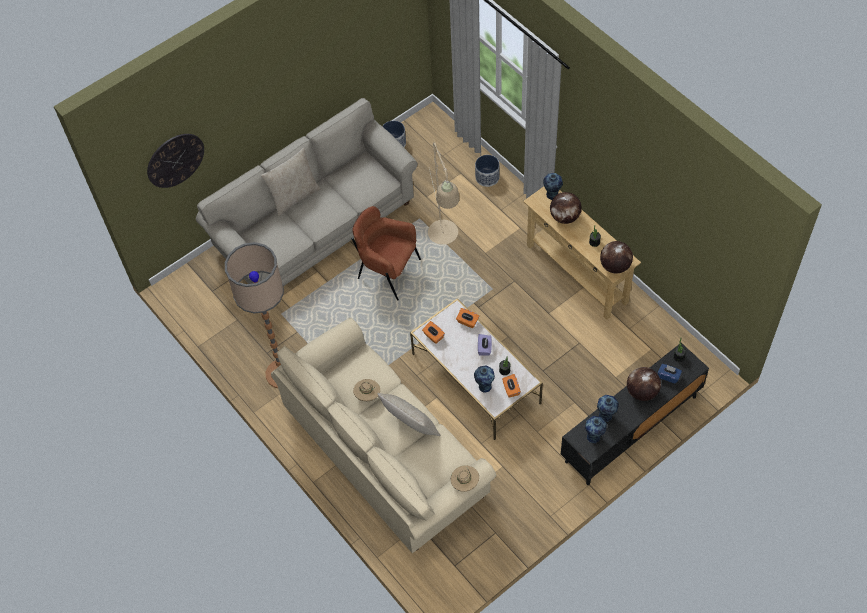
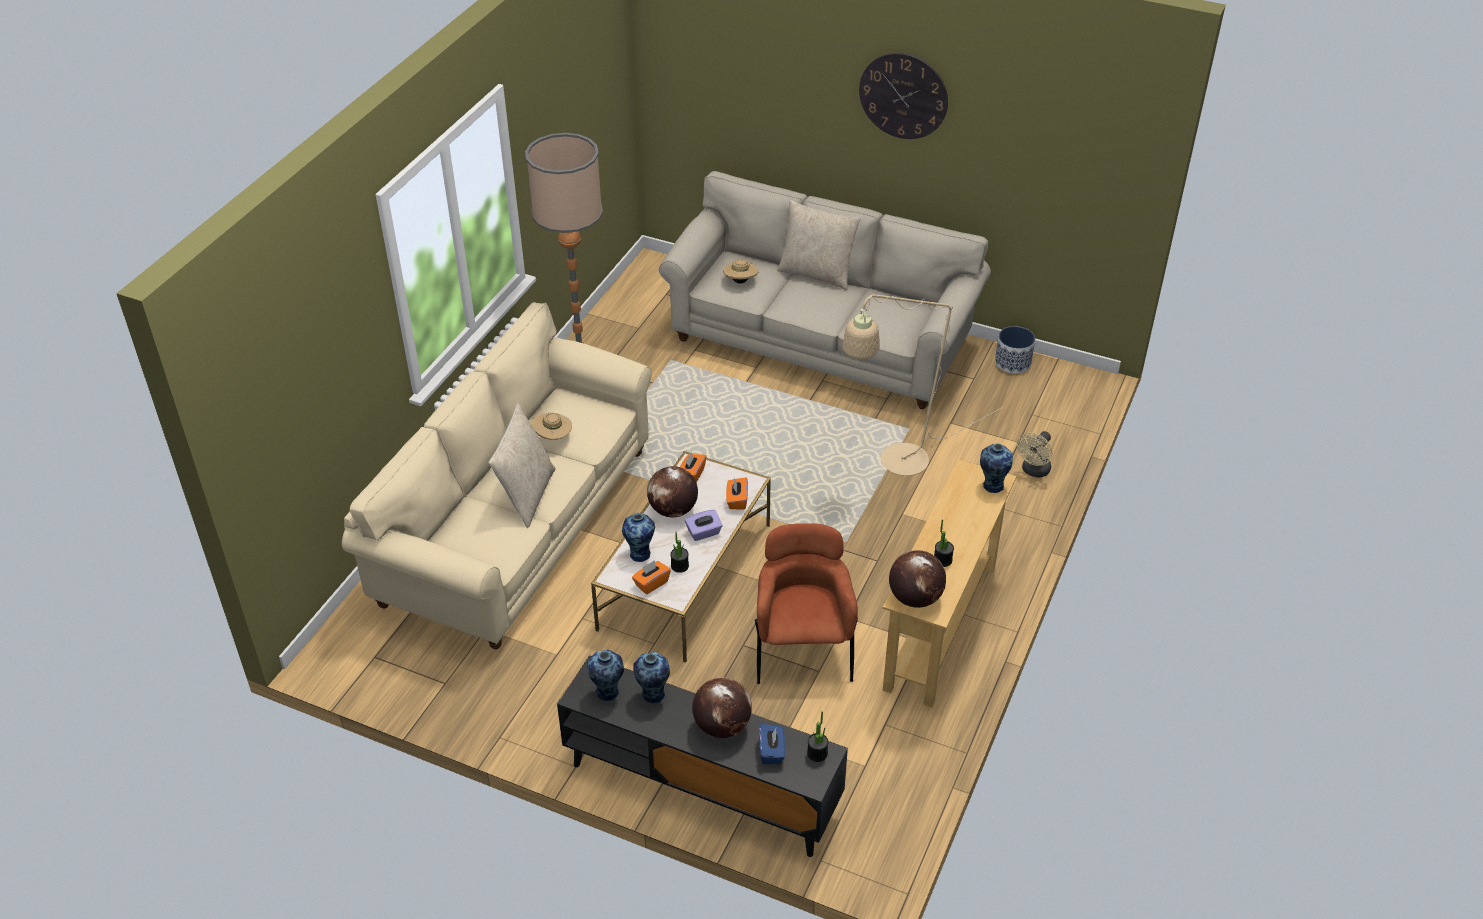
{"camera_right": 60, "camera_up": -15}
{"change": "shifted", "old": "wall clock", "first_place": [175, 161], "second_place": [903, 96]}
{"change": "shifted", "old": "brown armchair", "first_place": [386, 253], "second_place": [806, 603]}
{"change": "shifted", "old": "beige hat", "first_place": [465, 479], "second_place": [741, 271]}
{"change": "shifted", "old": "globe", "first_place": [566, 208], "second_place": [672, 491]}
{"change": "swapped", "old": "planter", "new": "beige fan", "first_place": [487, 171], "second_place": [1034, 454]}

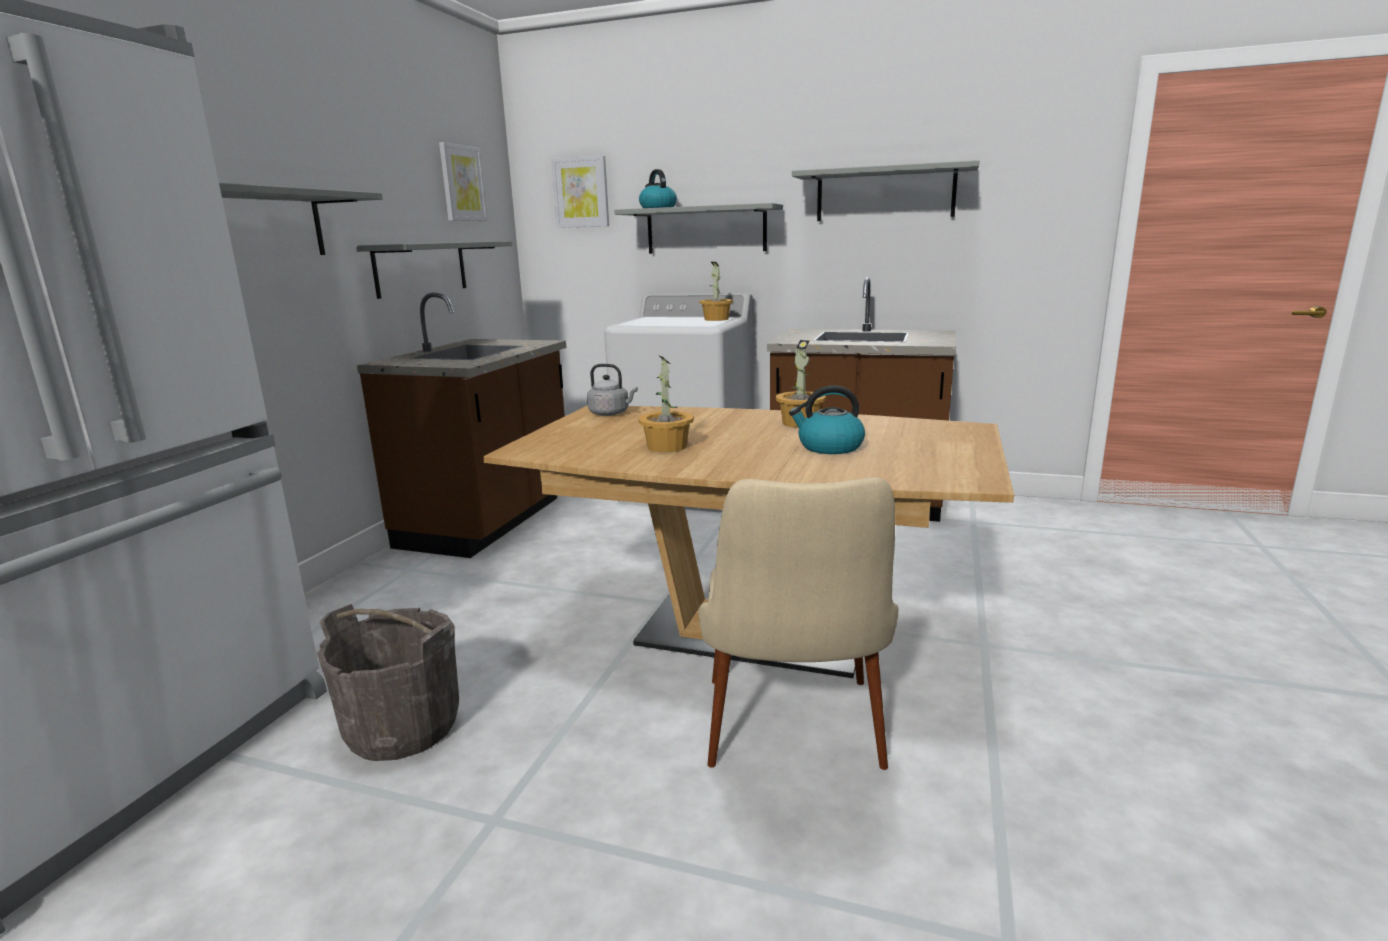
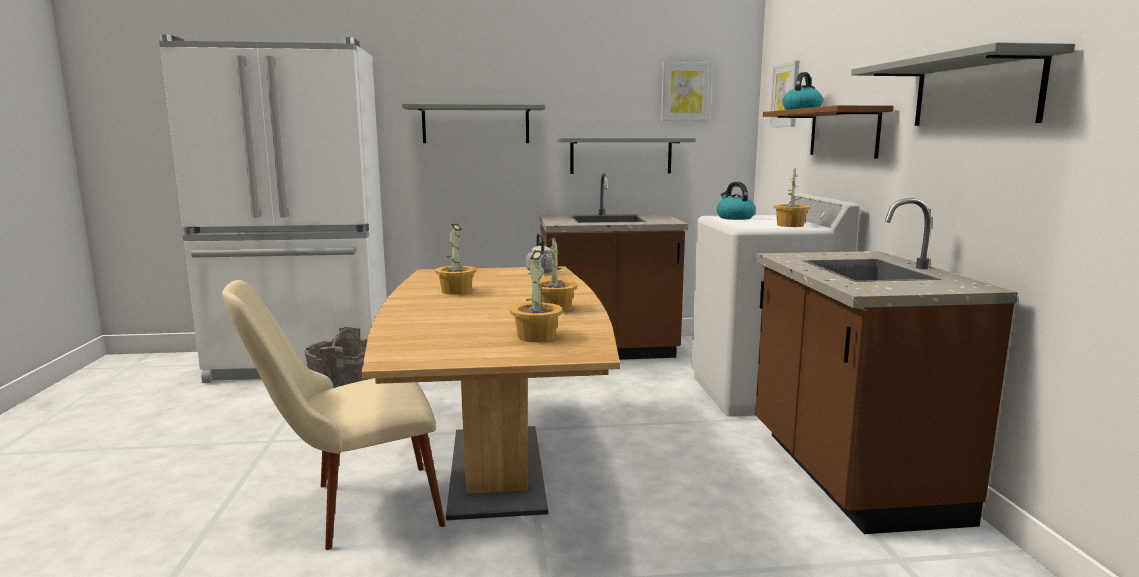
{"camera_right": 65, "camera_up": -5}
{"change": "new", "new": "potted plant", "second_place": [536, 296]}
{"change": "shifted", "old": "kettle", "first_place": [827, 419], "second_place": [736, 201]}
{"change": "repainted", "old": "grey shelf", "new": "brown shelf", "first_place": [698, 228], "second_place": [828, 132]}

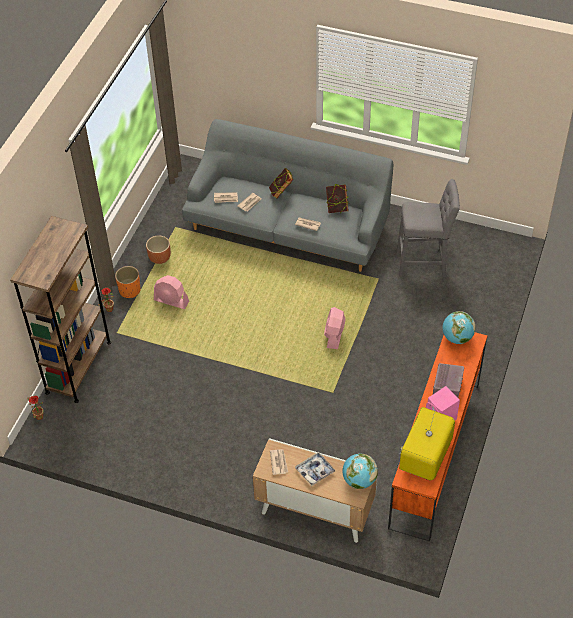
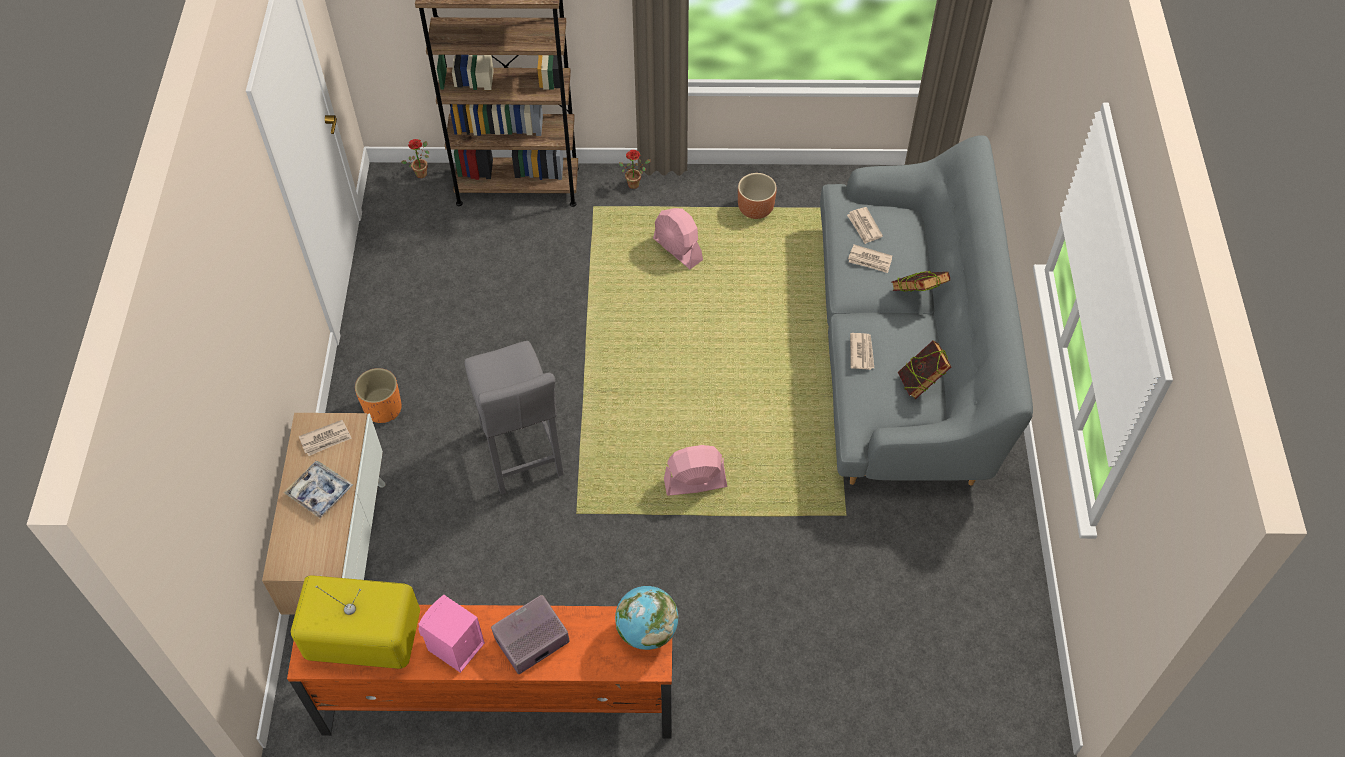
{"camera_right": 70, "camera_up": 5}
{"change": "gone", "old": "globe", "first_place": [360, 471]}
{"change": "shifted", "old": "orange planter", "first_place": [128, 282], "second_place": [378, 395]}
{"change": "shifted", "old": "grey stool", "first_place": [428, 228], "second_place": [514, 417]}
{"change": "rotated", "old": "pink fan", "first_place": [171, 292], "second_place": [678, 238], "degrees": -45}
{"change": "rotated", "old": "radio", "first_place": [448, 380], "second_place": [530, 634], "degrees": 150}

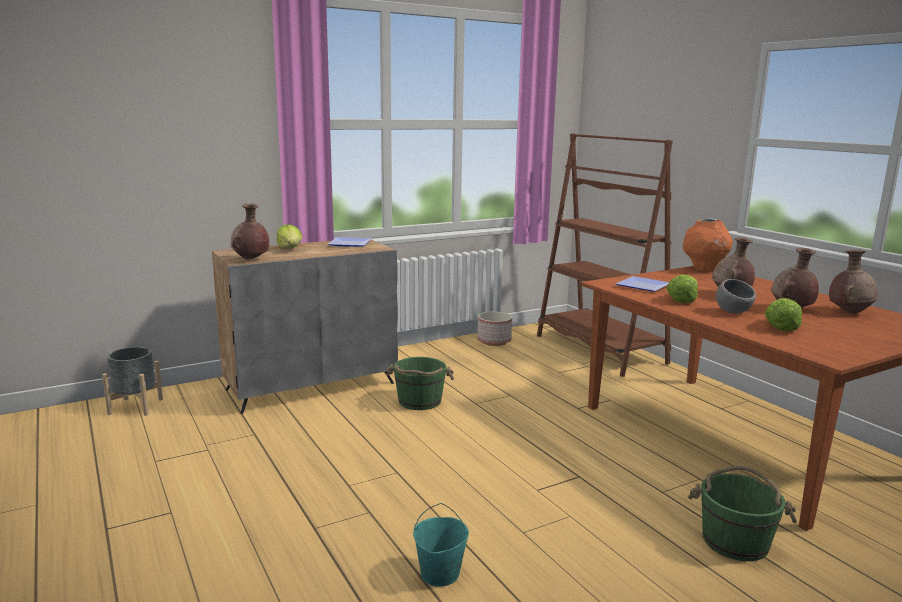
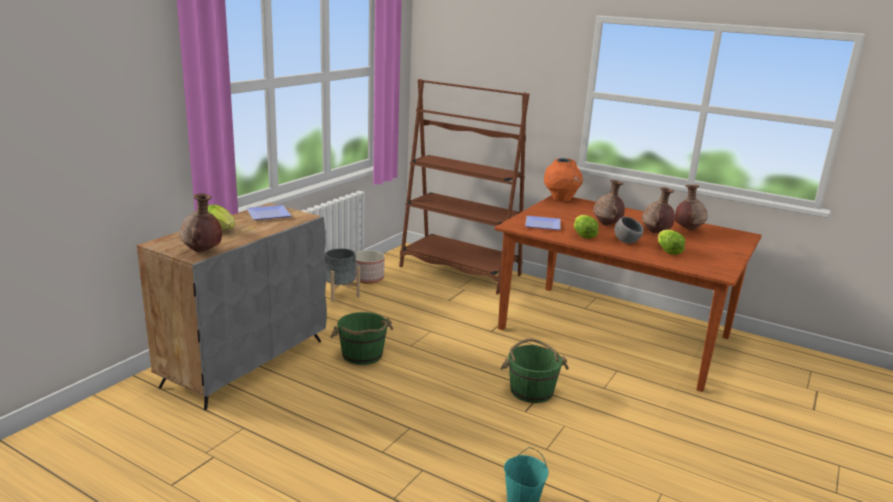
{"camera_right": -30, "camera_up": 5}
{"change": "shifted", "old": "grey planter", "first_place": [132, 381], "second_place": [342, 275]}
{"change": "shifted", "old": "green bucket", "first_place": [742, 513], "second_place": [534, 371]}

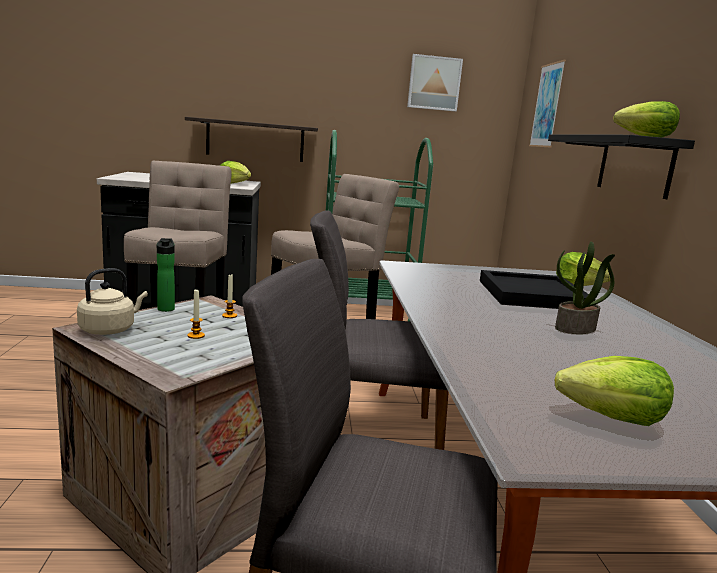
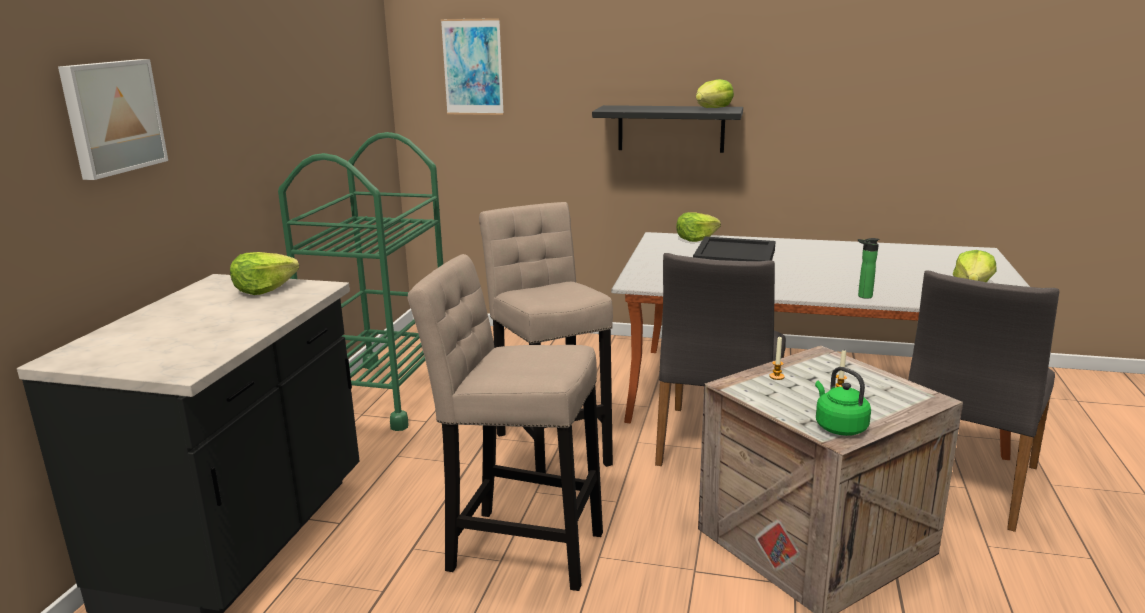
{"camera_right": -70, "camera_up": 5}
{"change": "gone", "old": "shelf", "first_place": [251, 139]}
{"change": "gone", "old": "potted plant", "first_place": [585, 287]}
{"change": "shifted", "old": "bottle", "first_place": [166, 275], "second_place": [868, 268]}
{"change": "shifted", "old": "picture", "first_place": [435, 82], "second_place": [113, 119]}
{"change": "repainted", "old": "beige kettle", "new": "green kettle", "first_place": [112, 301], "second_place": [843, 401]}

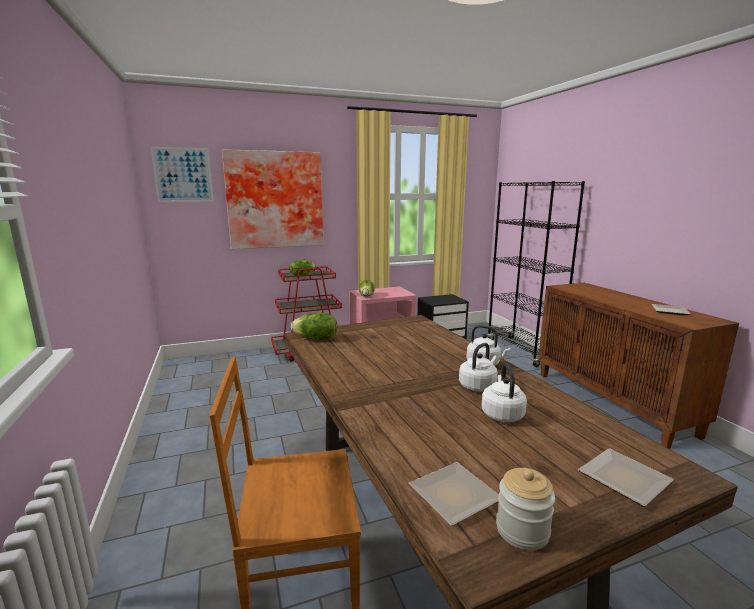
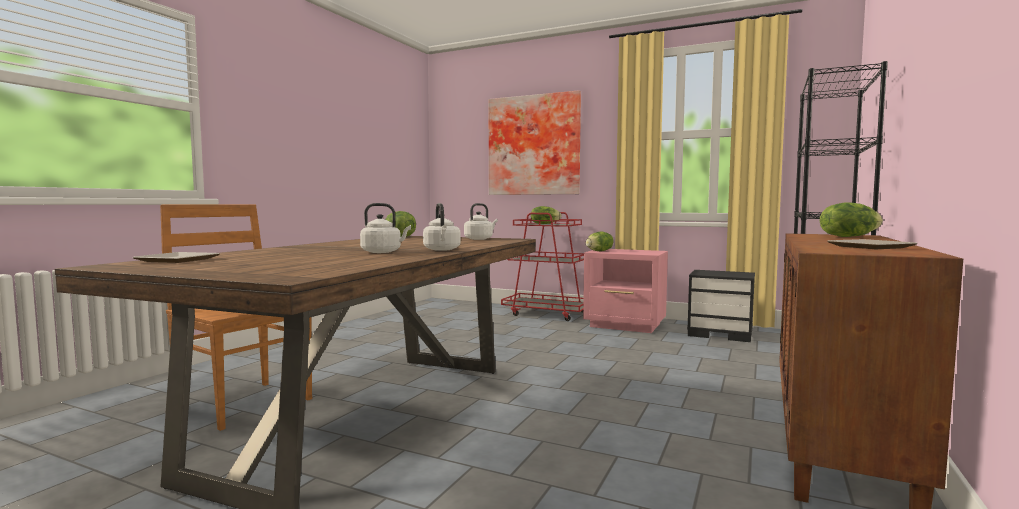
{"camera_right": 45, "camera_up": -10}
{"change": "gone", "old": "picture", "first_place": [182, 174]}
{"change": "gone", "old": "jar", "first_place": [526, 509]}
{"change": "gone", "old": "plate", "first_place": [626, 477]}
{"change": "new", "new": "lettuce", "second_place": [851, 219]}
{"change": "shifted", "old": "white kettle", "first_place": [504, 393], "second_place": [481, 221]}

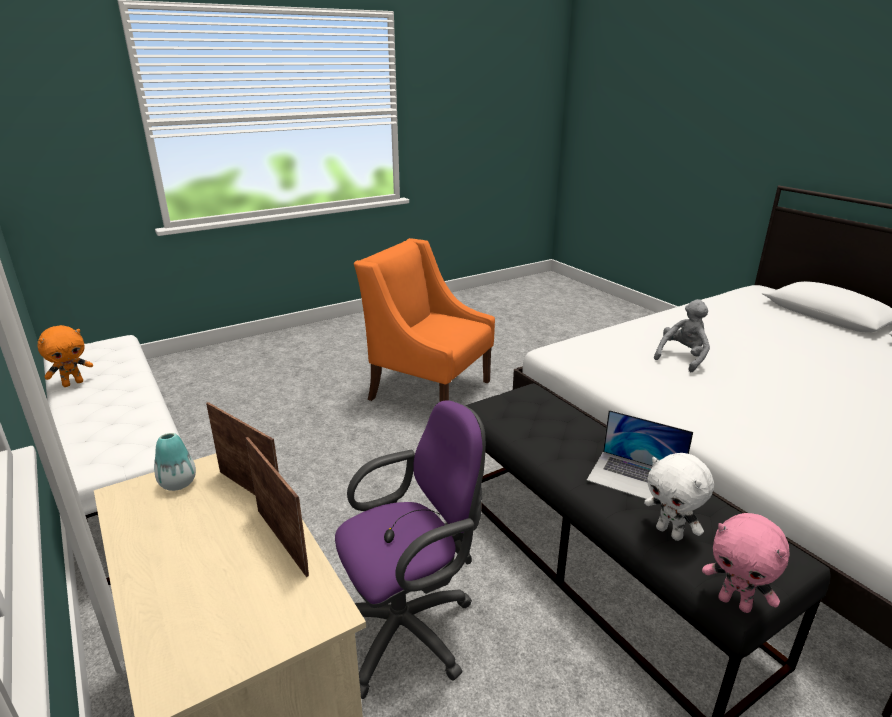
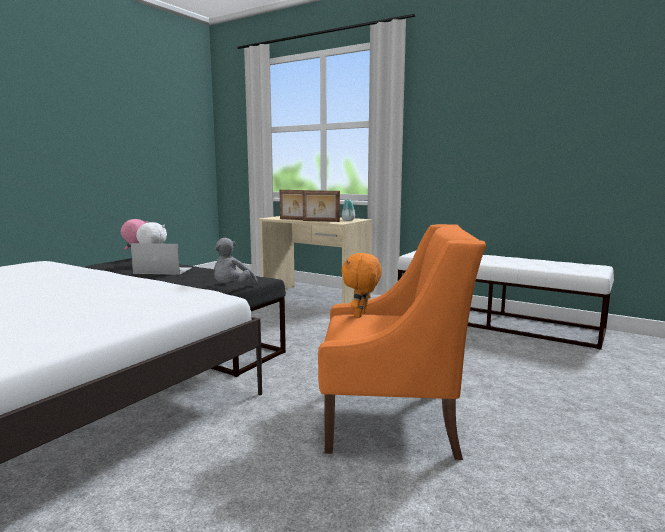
{"camera_right": 155, "camera_up": -15}
{"change": "gone", "old": "purple office chair", "first_place": [410, 549]}
{"change": "shifted", "old": "orange plush toy", "first_place": [65, 356], "second_place": [361, 285]}
{"change": "shifted", "old": "grey plush toy", "first_place": [682, 335], "second_place": [236, 261]}

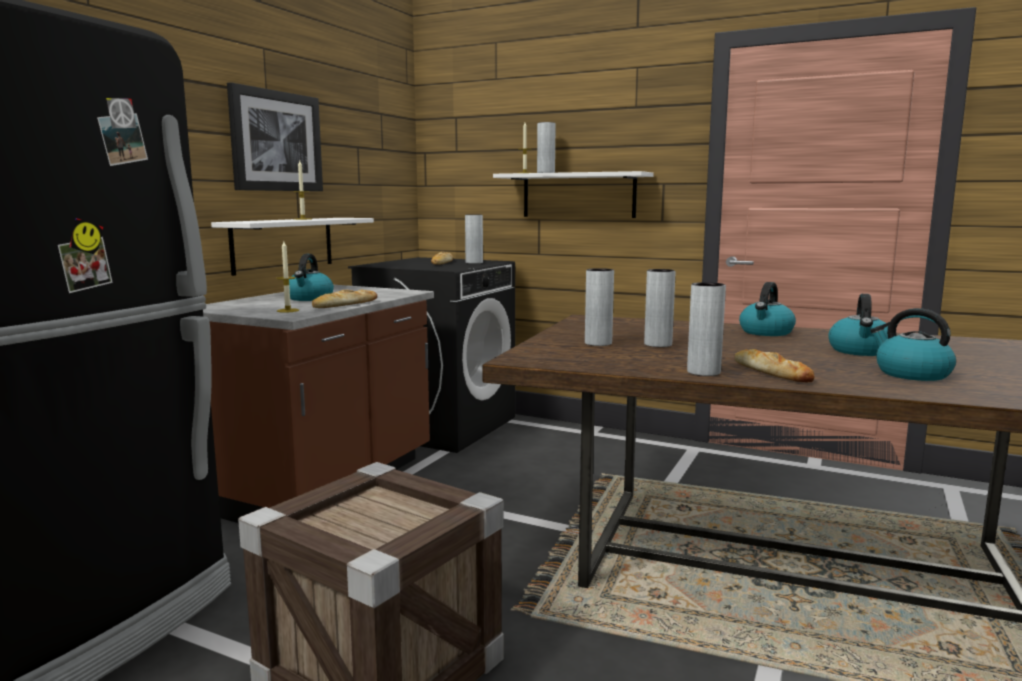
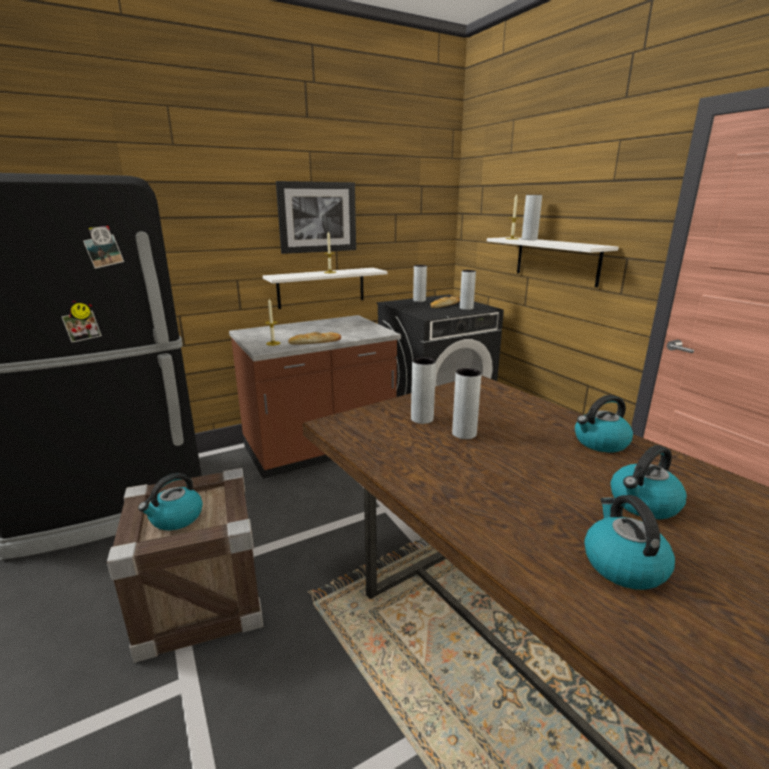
{"camera_right": 35, "camera_up": 10}
{"change": "gone", "old": "bread", "first_place": [774, 365]}
{"change": "shifted", "old": "kettle", "first_place": [311, 277], "second_place": [170, 501]}
{"change": "shifted", "old": "grey vase", "first_place": [706, 329], "second_place": [420, 283]}

